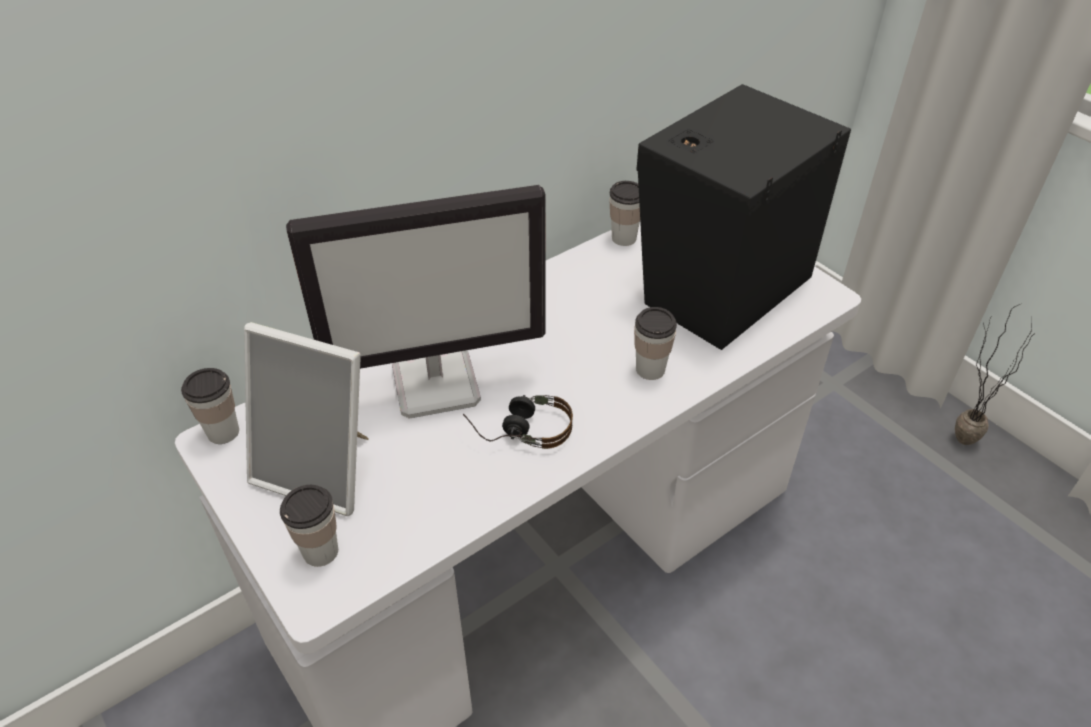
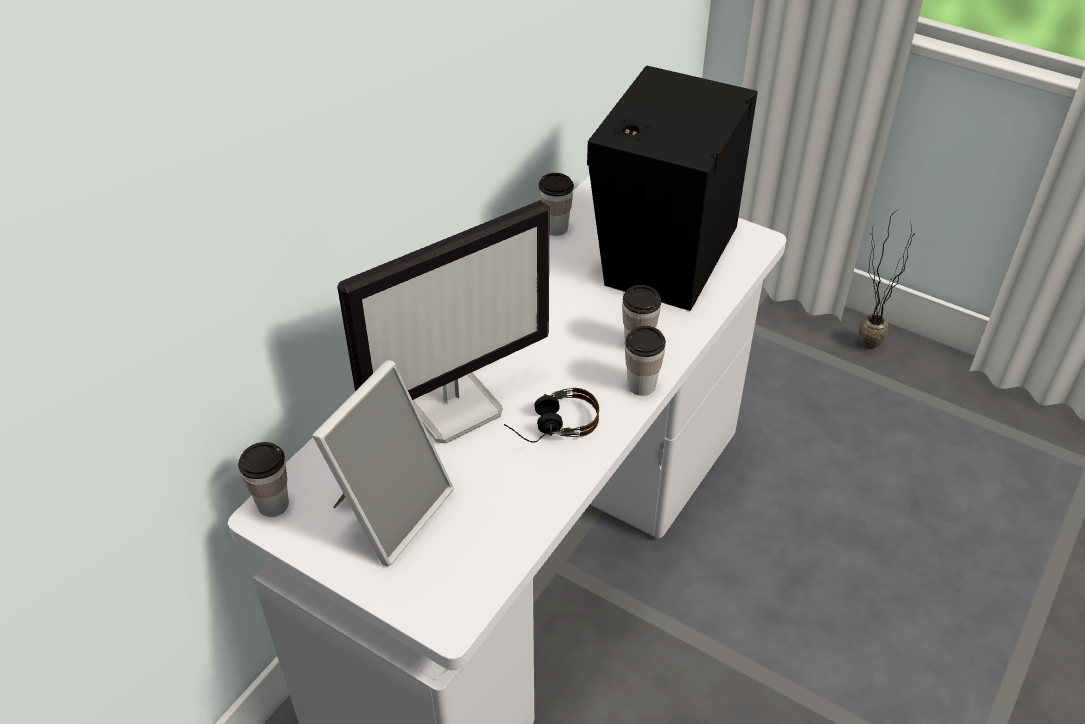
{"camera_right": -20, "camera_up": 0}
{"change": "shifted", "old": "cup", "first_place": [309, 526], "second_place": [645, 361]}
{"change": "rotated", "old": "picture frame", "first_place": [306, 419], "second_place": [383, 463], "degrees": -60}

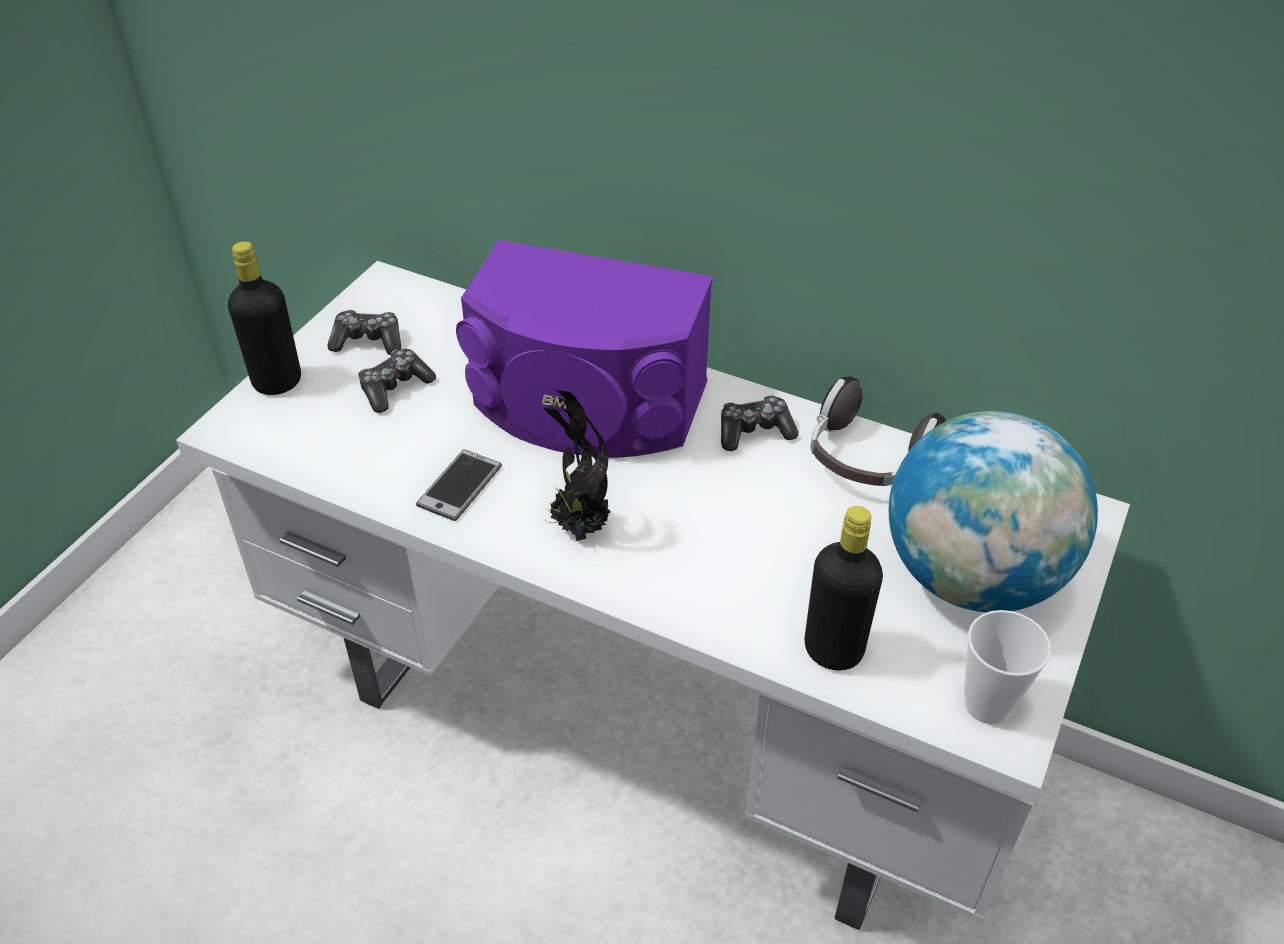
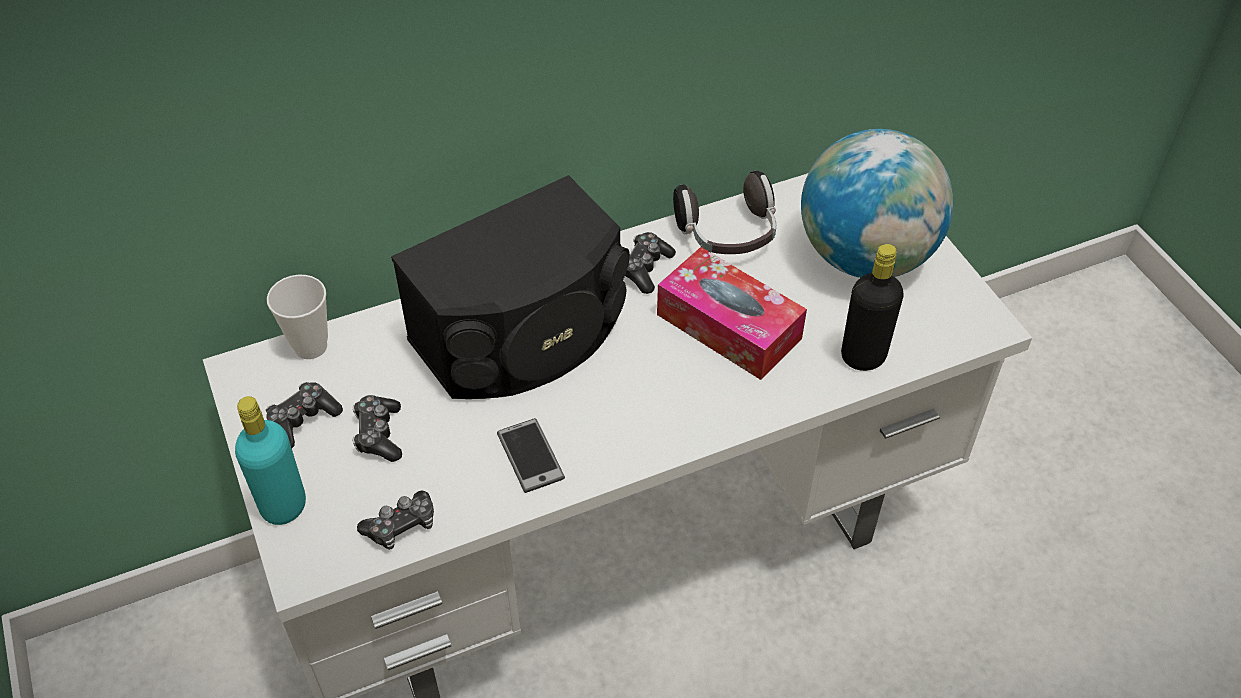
{"camera_right": -50, "camera_up": 5}
{"change": "gone", "old": "potted plant", "first_place": [577, 465]}
{"change": "new", "new": "game controller", "second_place": [395, 520]}
{"change": "new", "new": "tissue box", "second_place": [732, 313]}
{"change": "shifted", "old": "cup", "first_place": [1007, 667], "second_place": [297, 317]}
{"change": "repainted", "old": "black bottle", "new": "turquoise bottle", "first_place": [264, 318], "second_place": [270, 460]}
{"change": "repainted", "old": "purple speaker", "new": "black speaker", "first_place": [584, 349], "second_place": [510, 287]}

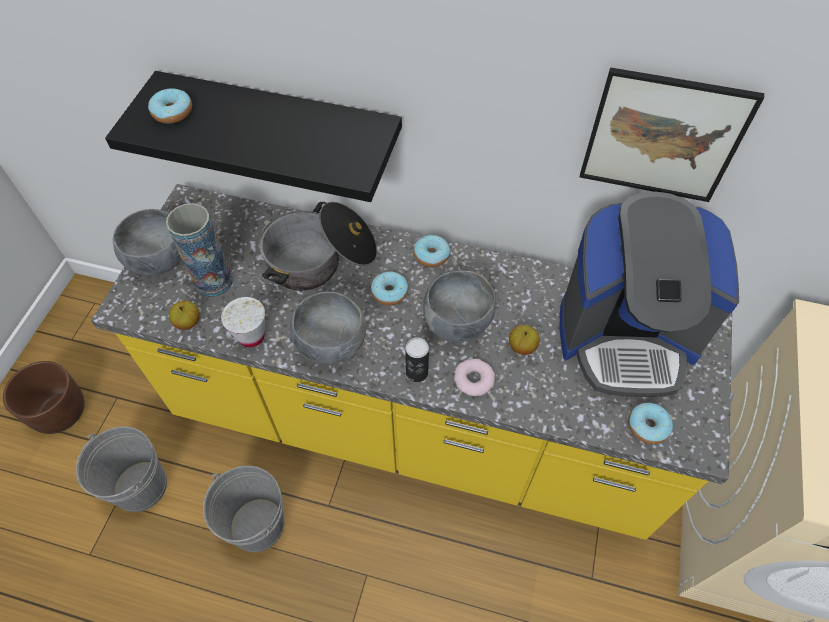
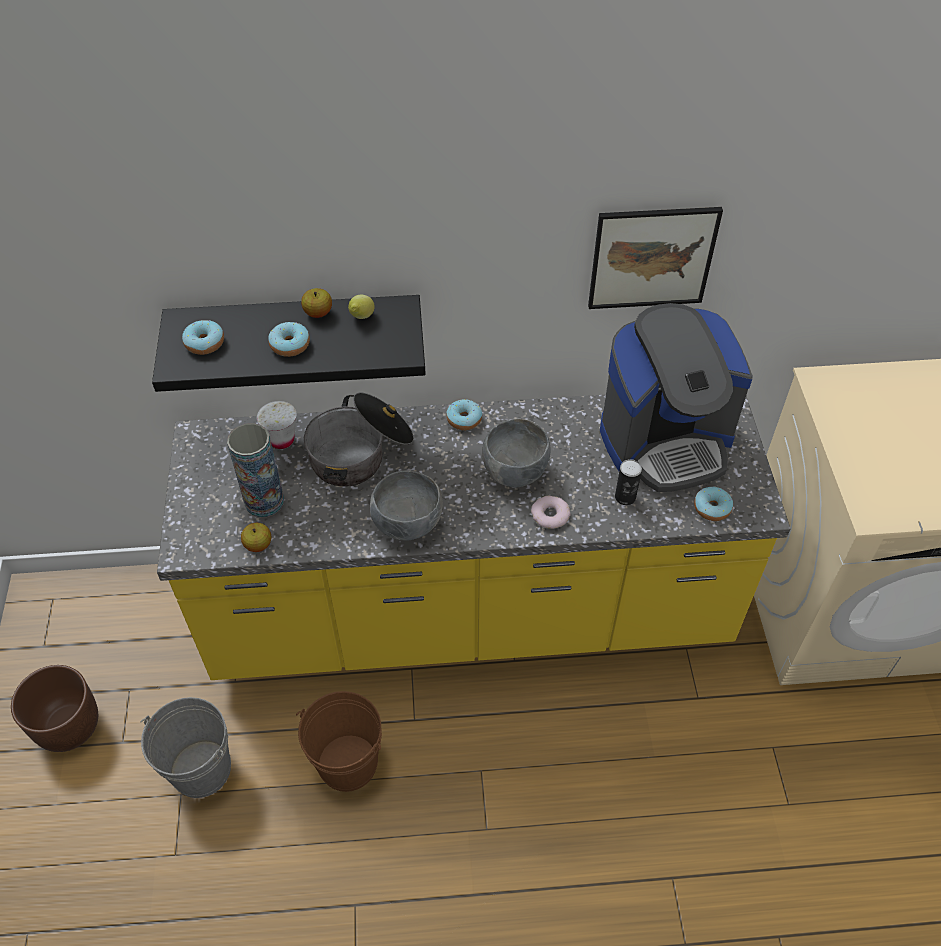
{"camera_right": -20, "camera_up": -5}
{"change": "gone", "old": "grey bowl", "first_place": [147, 242]}
{"change": "new", "new": "lemon", "second_place": [361, 307]}
{"change": "shifted", "old": "white cup", "first_place": [243, 322], "second_place": [276, 425]}
{"change": "shifted", "old": "donut", "first_place": [389, 288], "second_place": [289, 339]}
{"change": "shifted", "old": "can", "first_place": [417, 359], "second_place": [628, 482]}
{"change": "shifted", "old": "apple", "first_place": [524, 340], "second_place": [316, 303]}
{"change": "repainted", "old": "grey bucket", "new": "brown bucket", "first_place": [244, 509], "second_place": [339, 741]}

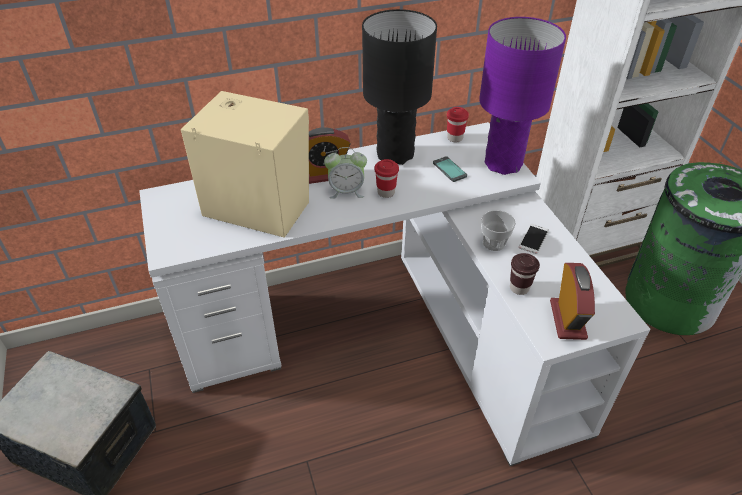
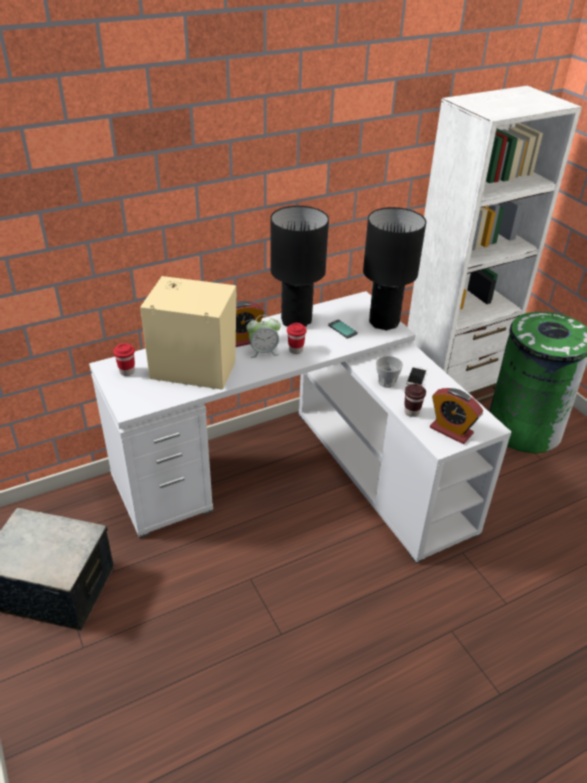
{"camera_right": -10, "camera_up": -5}
{"change": "shifted", "old": "red cup", "first_place": [458, 124], "second_place": [124, 359]}
{"change": "repainted", "old": "purple table lamp", "new": "black table lamp", "first_place": [522, 96], "second_place": [394, 268]}
{"change": "rotated", "old": "alarm clock", "first_place": [572, 301], "second_place": [456, 416], "degrees": 135}

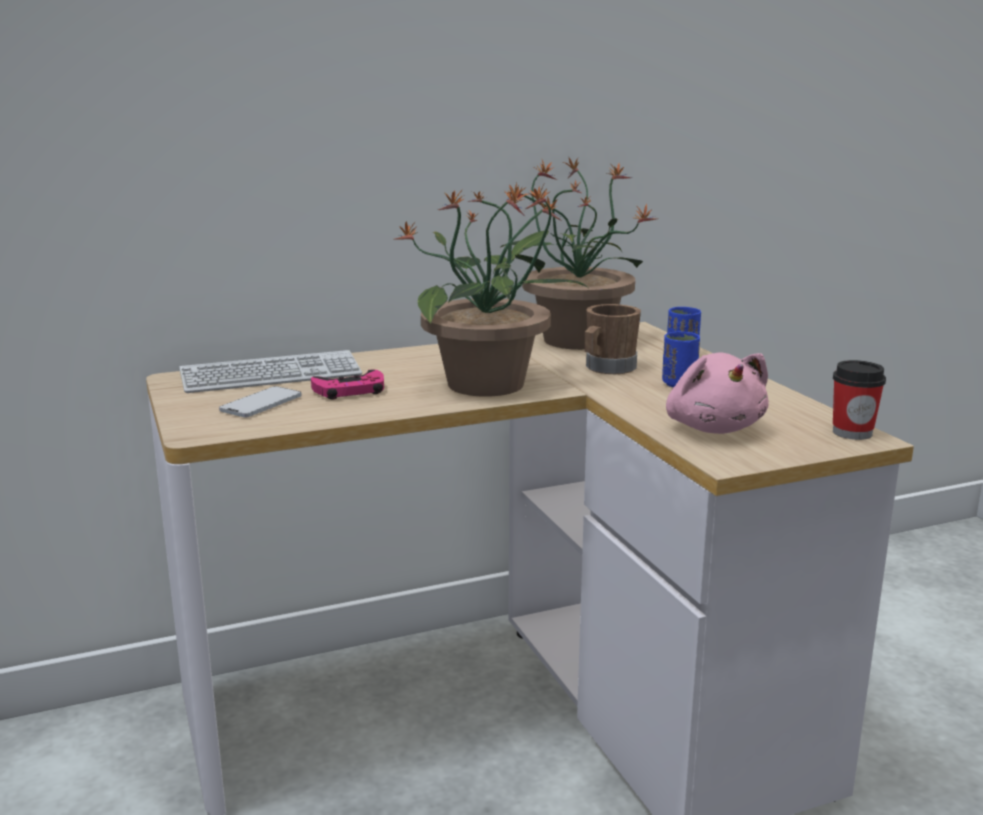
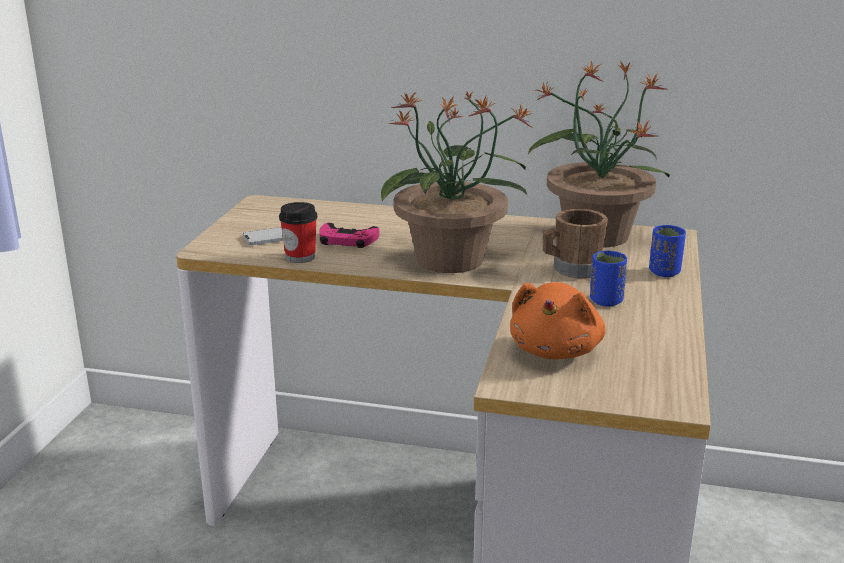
{"camera_right": 35, "camera_up": 5}
{"change": "gone", "old": "keyboard", "first_place": [270, 371]}
{"change": "shifted", "old": "cup", "first_place": [859, 400], "second_place": [298, 232]}
{"change": "repainted", "old": "pink plush toy", "new": "orange plush toy", "first_place": [717, 393], "second_place": [558, 320]}

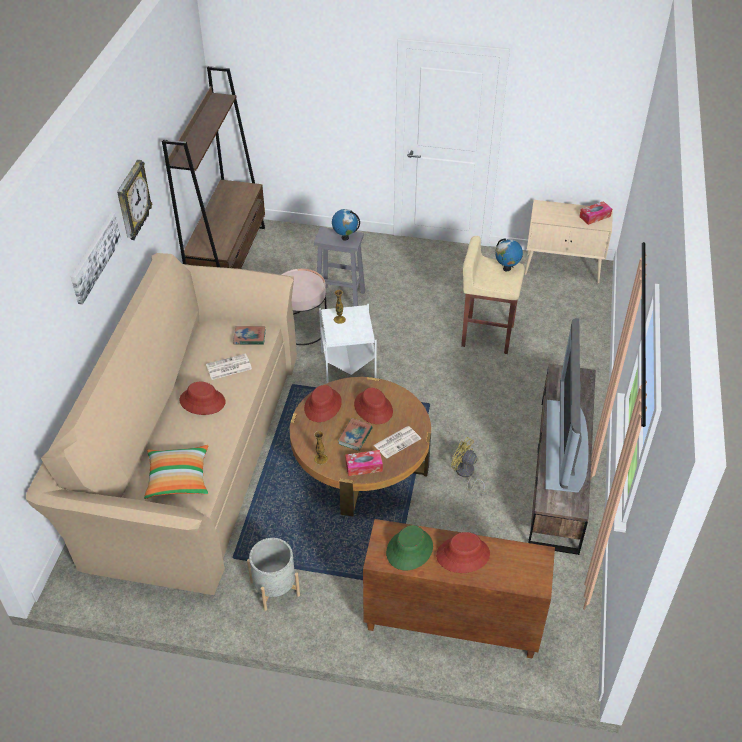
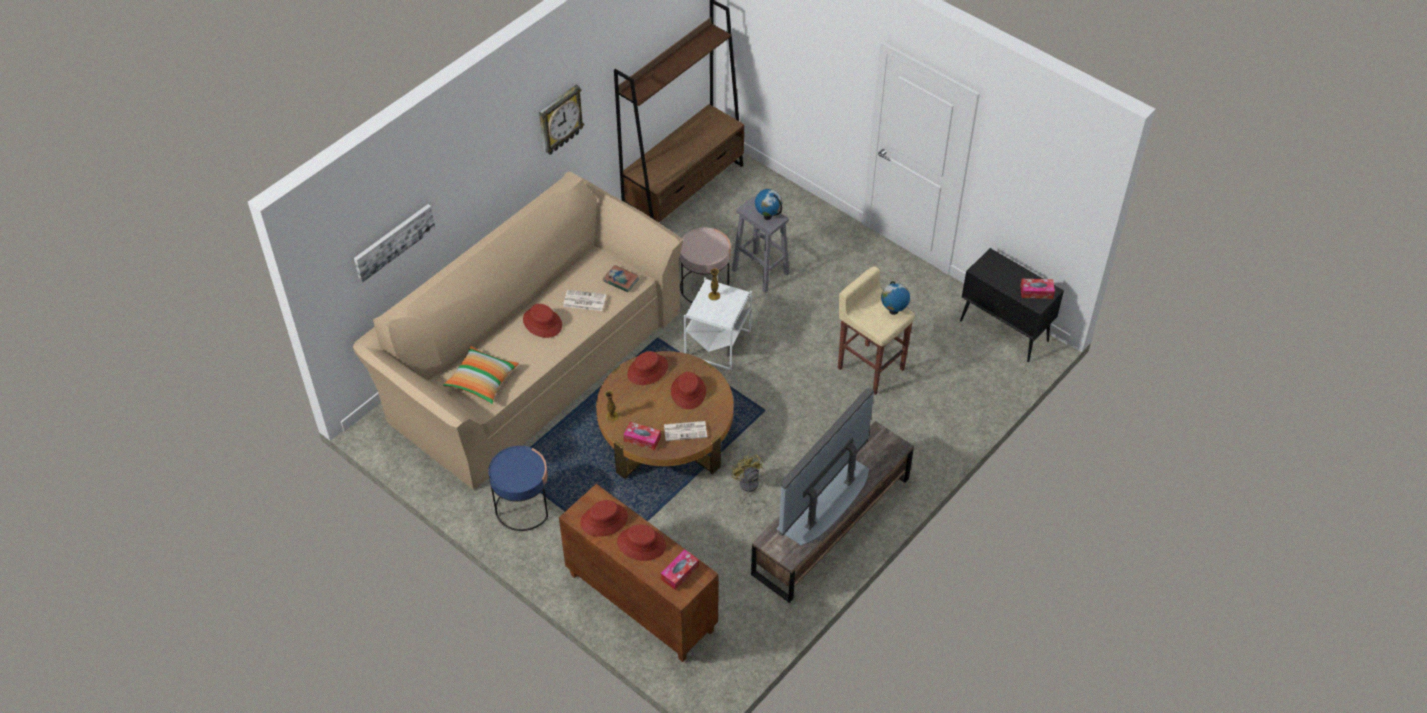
{"camera_right": 30, "camera_up": 5}
{"change": "gone", "old": "book", "first_place": [355, 434]}
{"change": "new", "new": "tissue box", "second_place": [680, 569]}
{"change": "shifted", "old": "picture", "first_place": [96, 258], "second_place": [394, 243]}
{"change": "swapped", "old": "grey planter", "new": "blue side table", "first_place": [273, 574], "second_place": [518, 488]}
{"change": "repainted", "old": "green hat", "new": "red hat", "first_place": [409, 547], "second_place": [604, 518]}
{"change": "repainted", "old": "beige cabinet", "new": "black cabinet", "first_place": [569, 242], "second_place": [1012, 305]}

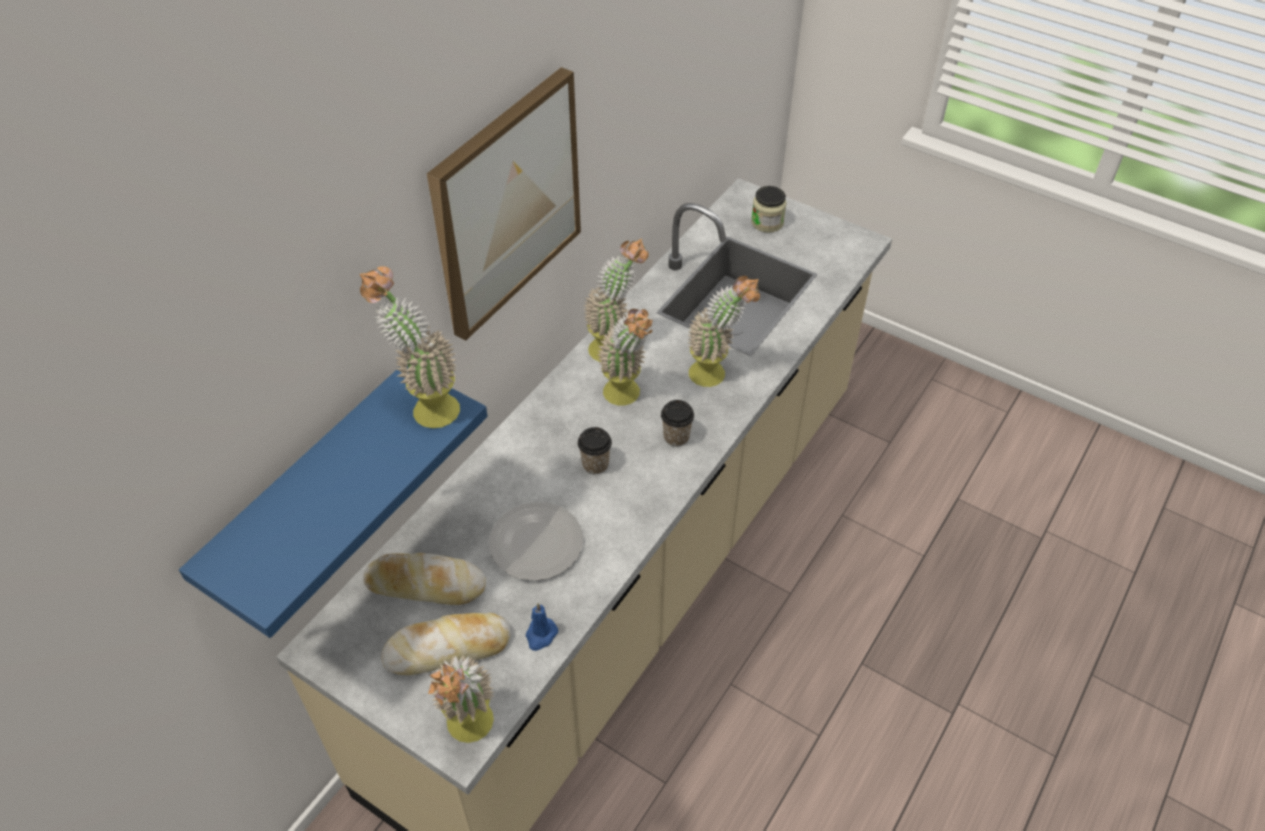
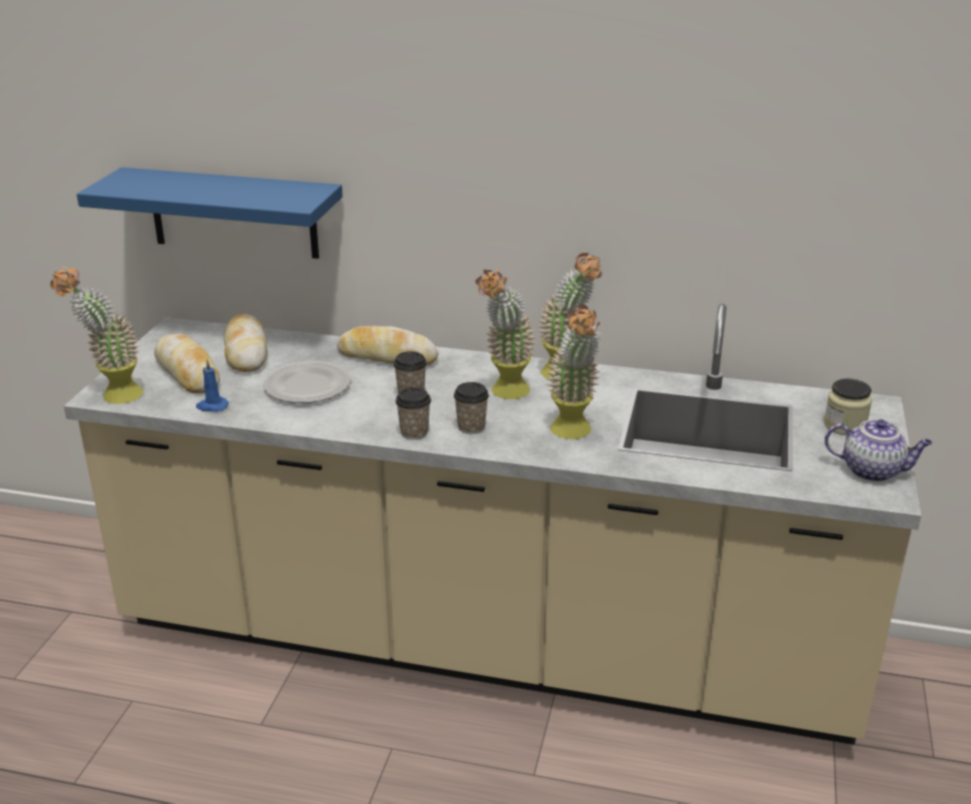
{"camera_right": 70, "camera_up": -20}
{"change": "gone", "old": "potted plant", "first_place": [410, 347]}
{"change": "gone", "old": "picture", "first_place": [504, 204]}
{"change": "new", "new": "bread", "second_place": [387, 345]}
{"change": "new", "new": "cup", "second_place": [413, 413]}
{"change": "new", "new": "teapot", "second_place": [878, 450]}

